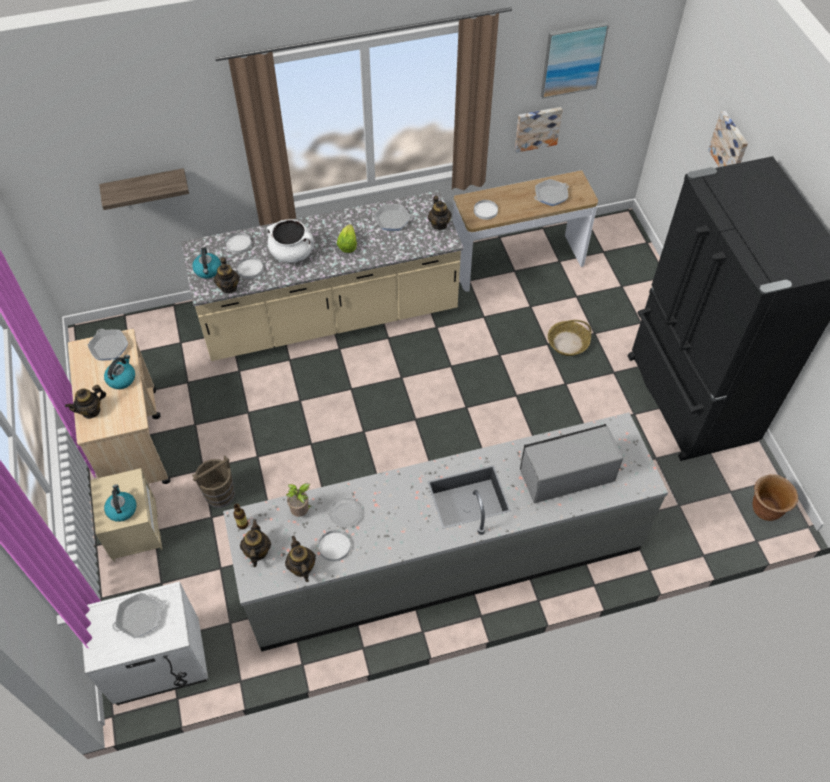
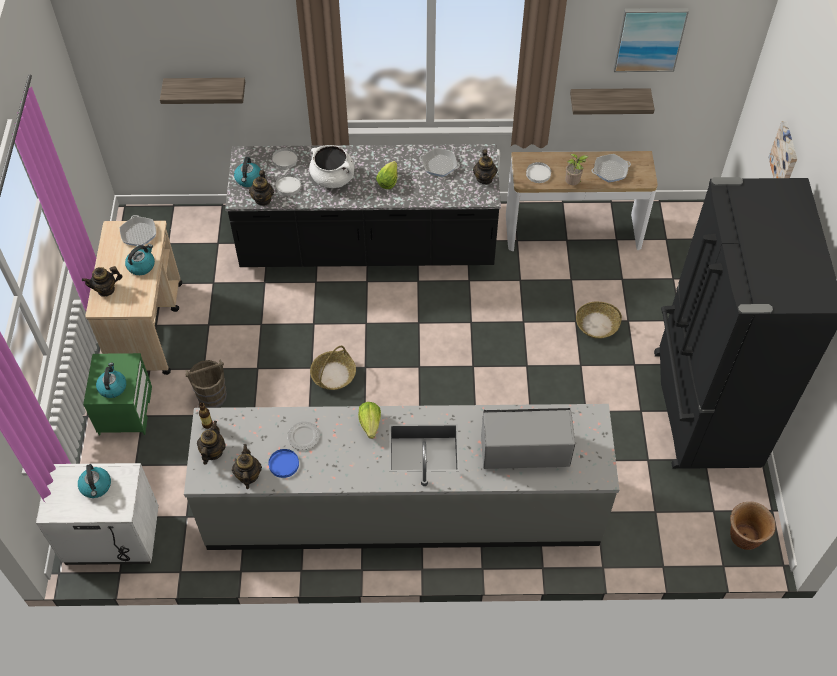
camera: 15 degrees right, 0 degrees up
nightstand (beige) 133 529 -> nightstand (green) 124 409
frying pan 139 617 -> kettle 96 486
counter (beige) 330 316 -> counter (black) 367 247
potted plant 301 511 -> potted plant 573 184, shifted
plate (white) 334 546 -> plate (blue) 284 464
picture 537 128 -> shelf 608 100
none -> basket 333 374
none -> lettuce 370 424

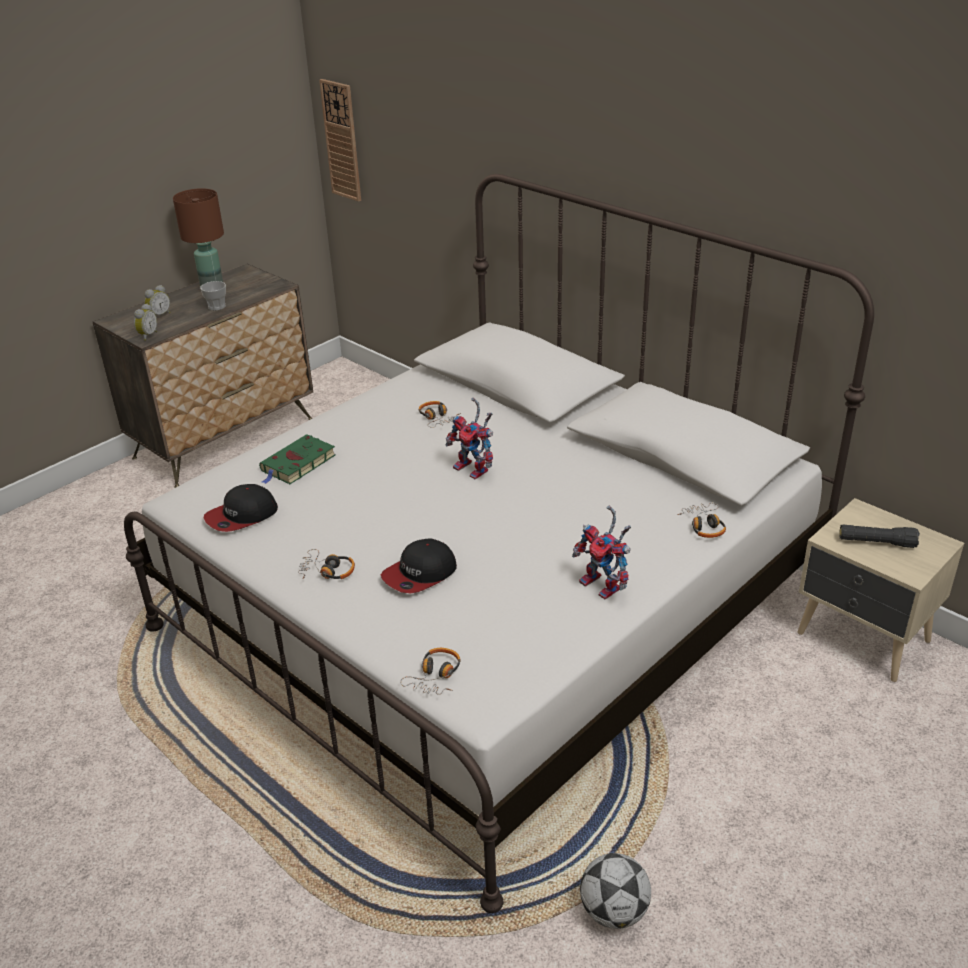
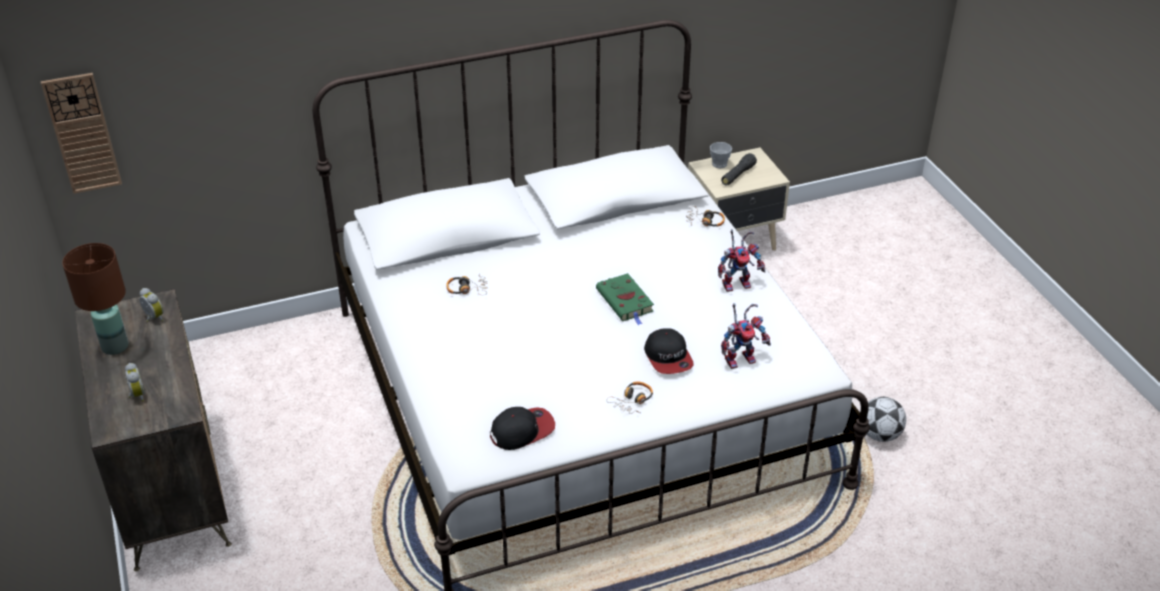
camera: 65 degrees left, 5 degrees up
alarm clock 147 336 -> alarm clock 153 318, shifted
cup 216 306 -> cup 719 164, shifted
cap 241 516 -> cap 522 430, 105 degrees counterclockwise
book (green) 297 464 -> book (green) 626 302, shifted
headphones 435 676 -> none
toy robot 475 469 -> toy robot 741 358, shifted

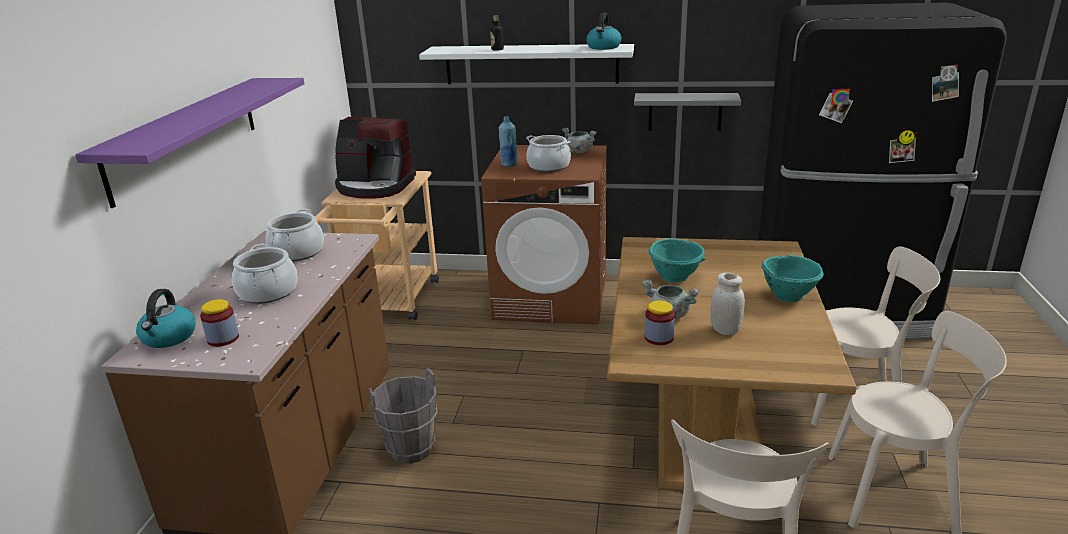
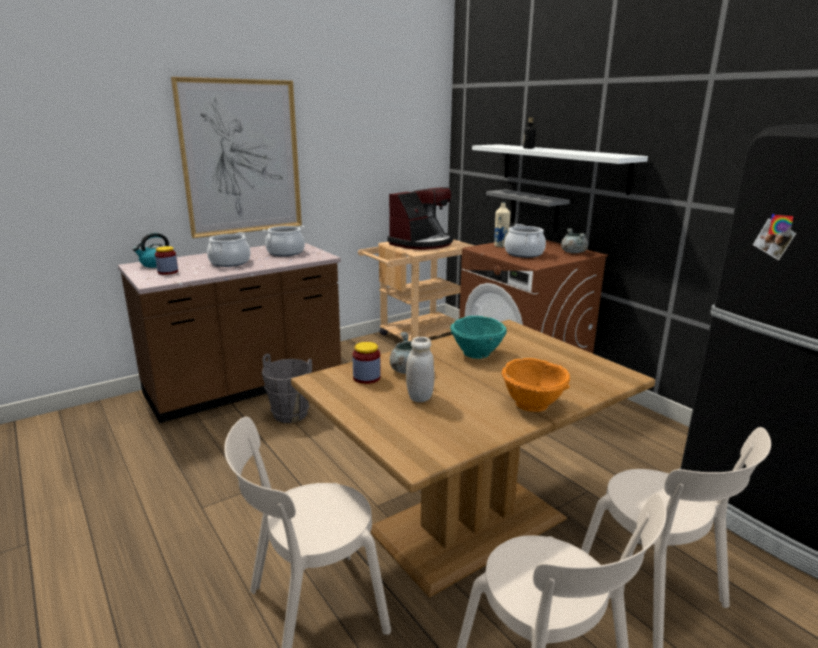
camera: 45 degrees right, 5 degrees down
shelf (purple) 186 136 -> picture 241 158
coffee machine 375 186 -> coffee machine 422 243, 105 degrees counterclockwise
bottle (blue) 509 164 -> bottle (beige) 501 246
kettle 603 47 -> none
shelf (grey) 685 112 -> shelf (grey) 534 210, shifted
bowl (turquoise) 789 295 -> bowl (orange) 533 404

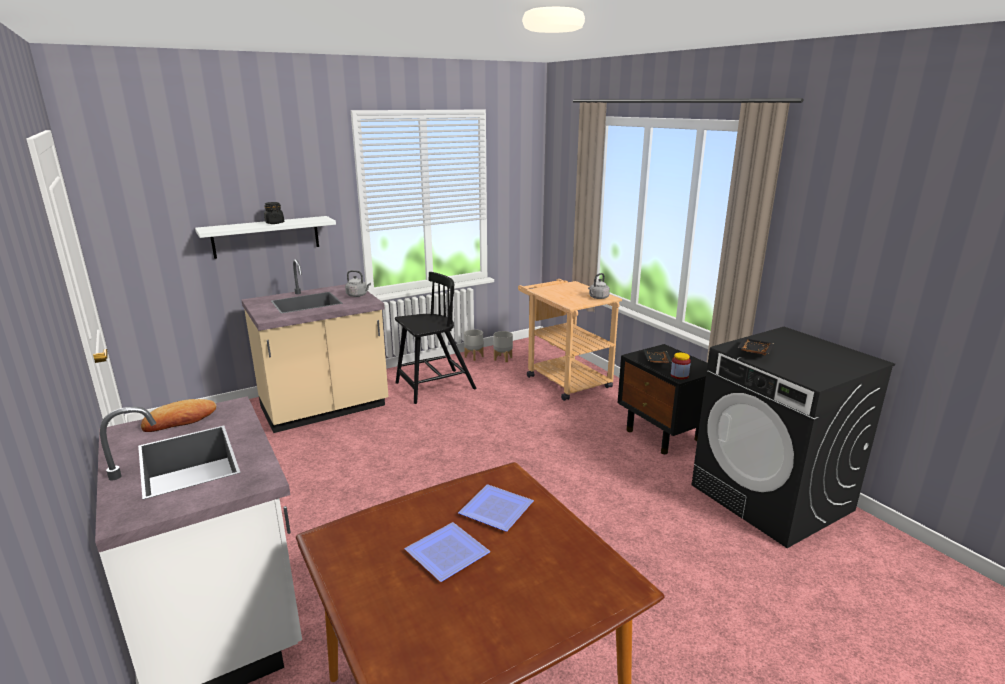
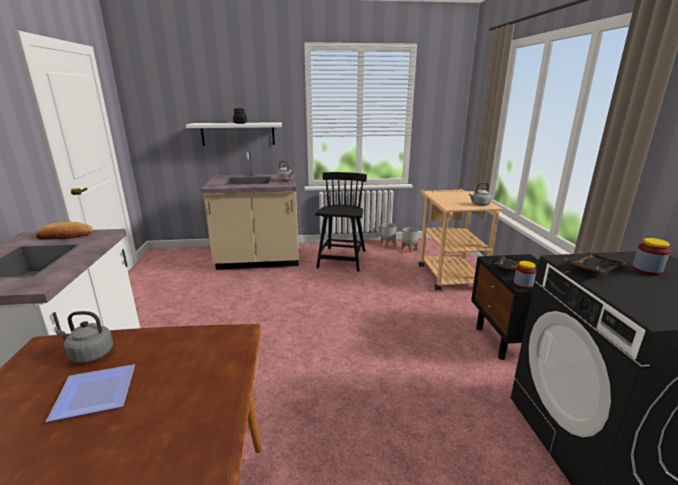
camera: 25 degrees right, 0 degrees up
chair (black) 434 386 -> chair (black) 342 260, 75 degrees counterclockwise
plate 497 512 -> none
none -> kettle (grey) 89 354
none -> jar 646 270

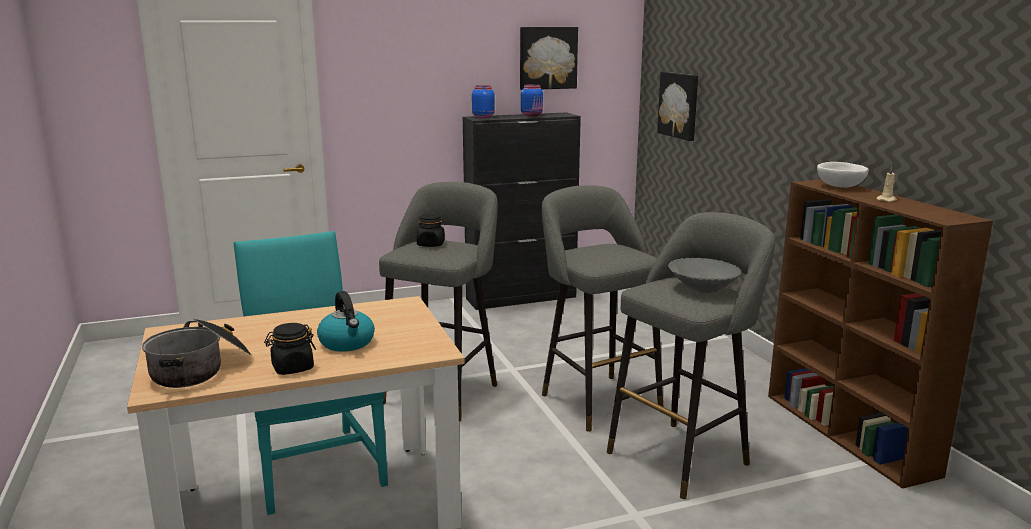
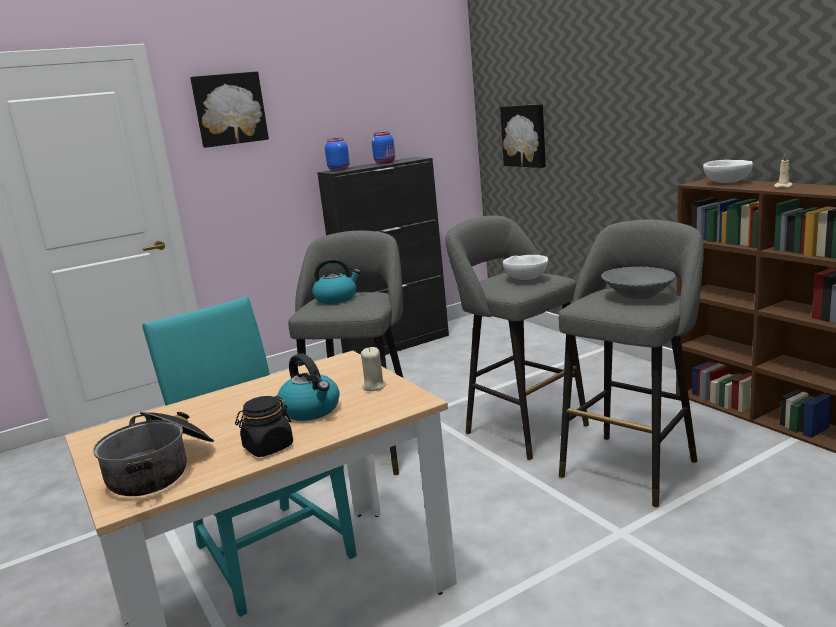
camera: 10 degrees left, 0 degrees up
jar (black) 431 244 -> kettle 336 298
picture 547 58 -> picture 229 109, shifted
none -> candle (beige) 373 386
none -> bowl (white) 526 278

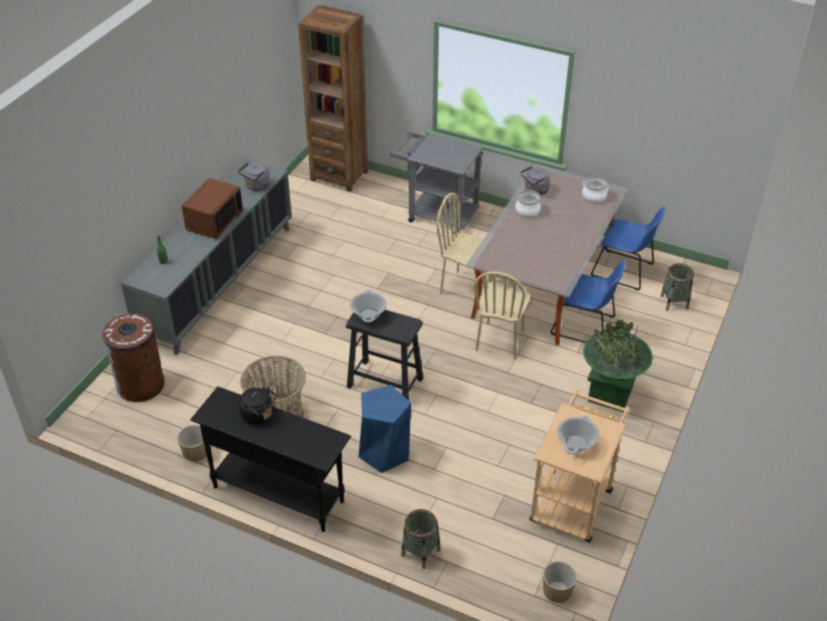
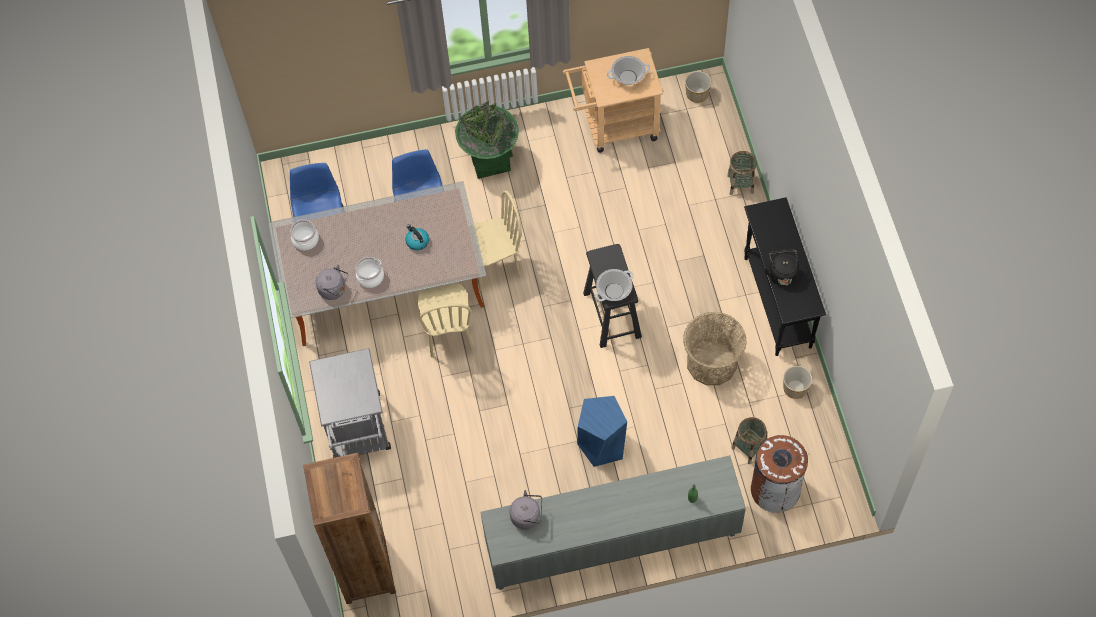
camera: 125 degrees left, 20 degrees up
microwave (brown) 214 221 -> none
stool (blue) 384 452 -> stool (blue) 602 444, shifted
basket 674 302 -> basket 749 447, shifted
none -> kettle 417 241

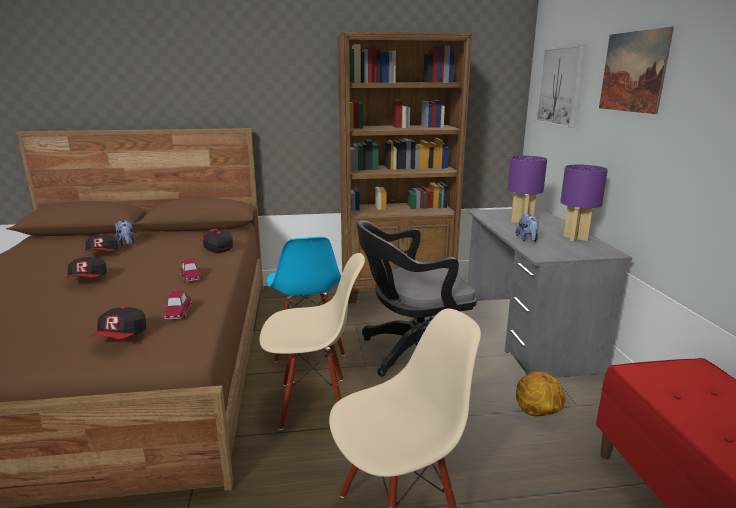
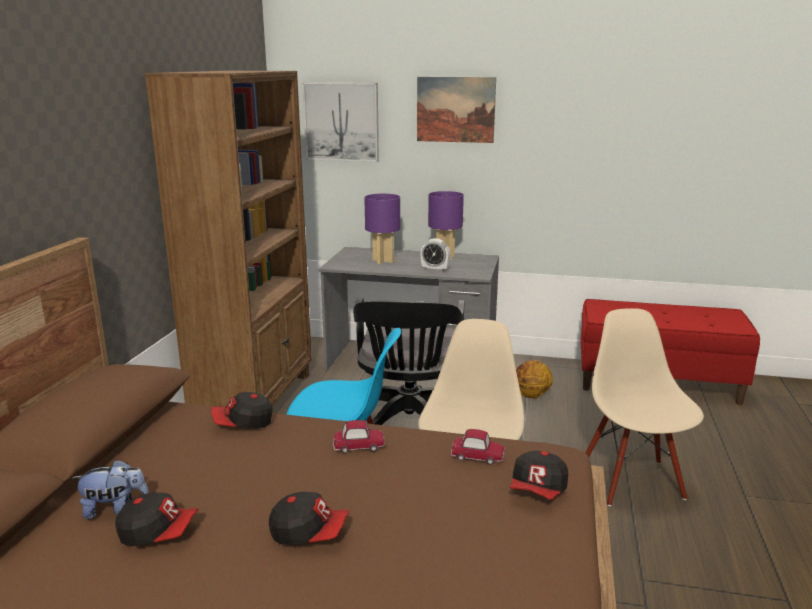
camera: 70 degrees left, 0 degrees up
cap 121 337 -> cap 538 490, 90 degrees clockwise
plush toy 527 240 -> alarm clock 435 270

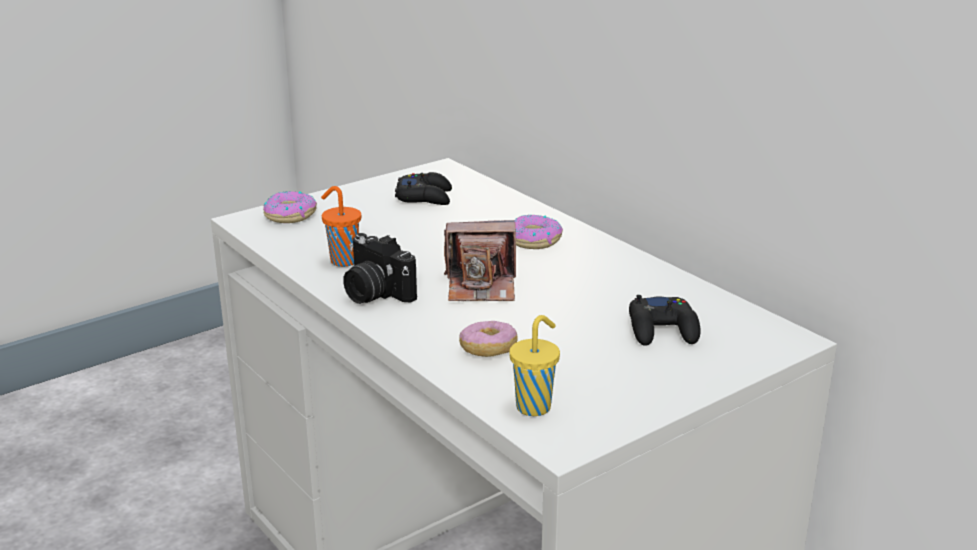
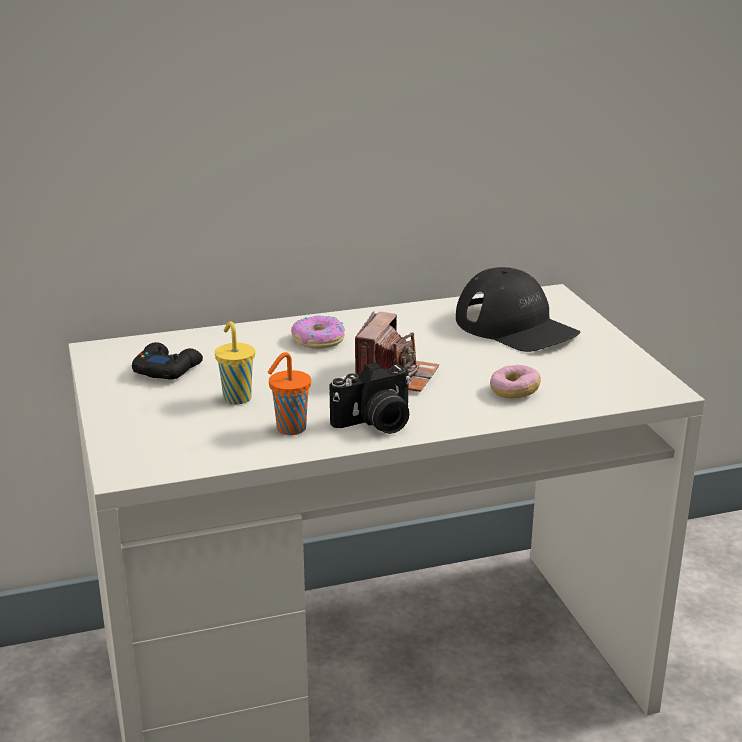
camera: 70 degrees left, 0 degrees up
donut 290 215 -> none
cup (yellow) 535 406 -> cup (yellow) 236 397, shifted
game controller (black) 663 330 -> cap (black) 516 327

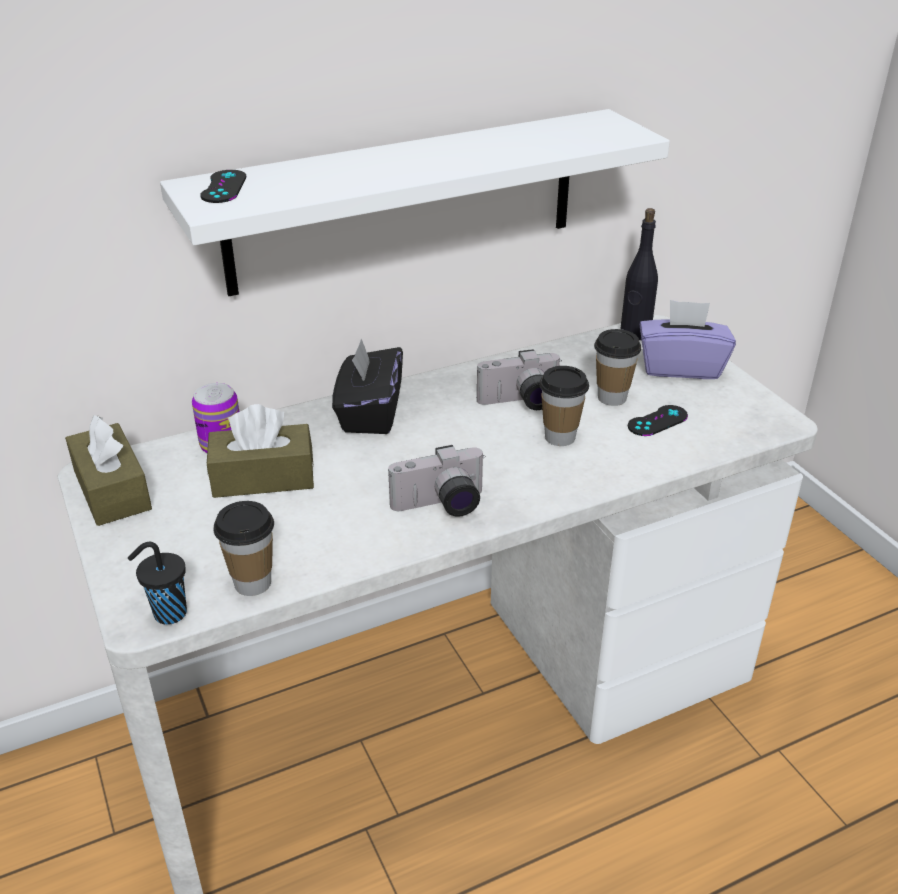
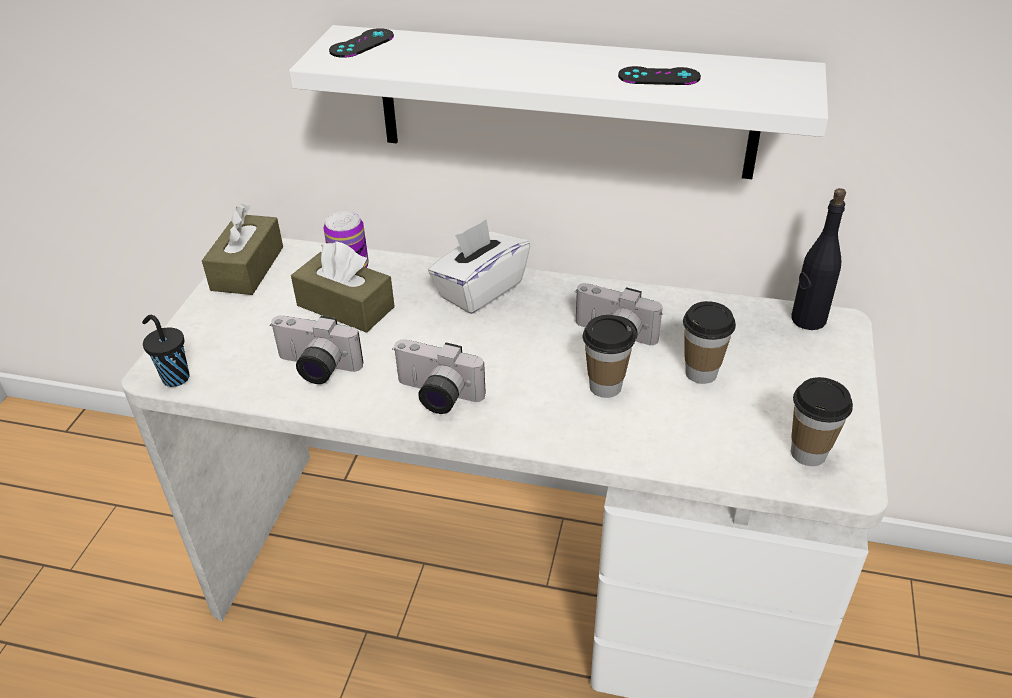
camera: 40 degrees right, 5 degrees up
cup 252 583 -> cup 808 453, shifted
tissue box (black) 370 413 -> tissue box (white) 480 290
game controller (black) 657 421 -> game controller (black) 659 76, shifted
tissue box (purple) 680 367 -> none
none -> photo camera 315 368

